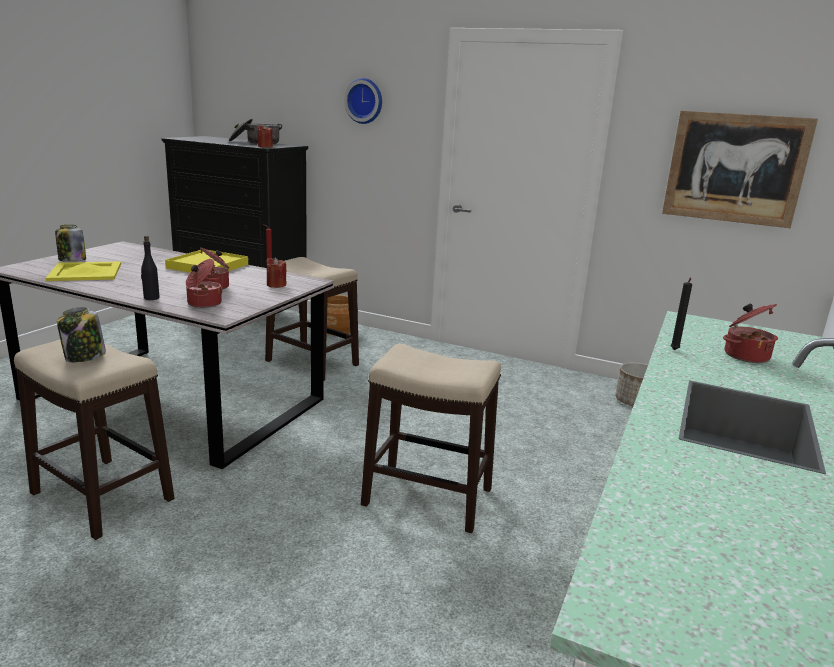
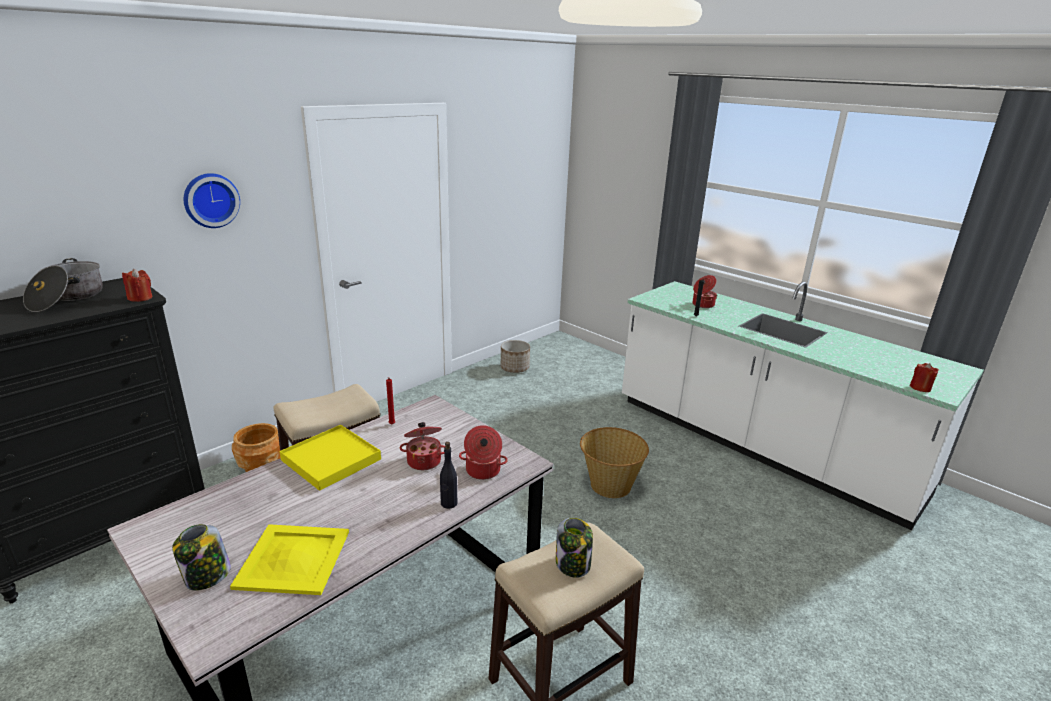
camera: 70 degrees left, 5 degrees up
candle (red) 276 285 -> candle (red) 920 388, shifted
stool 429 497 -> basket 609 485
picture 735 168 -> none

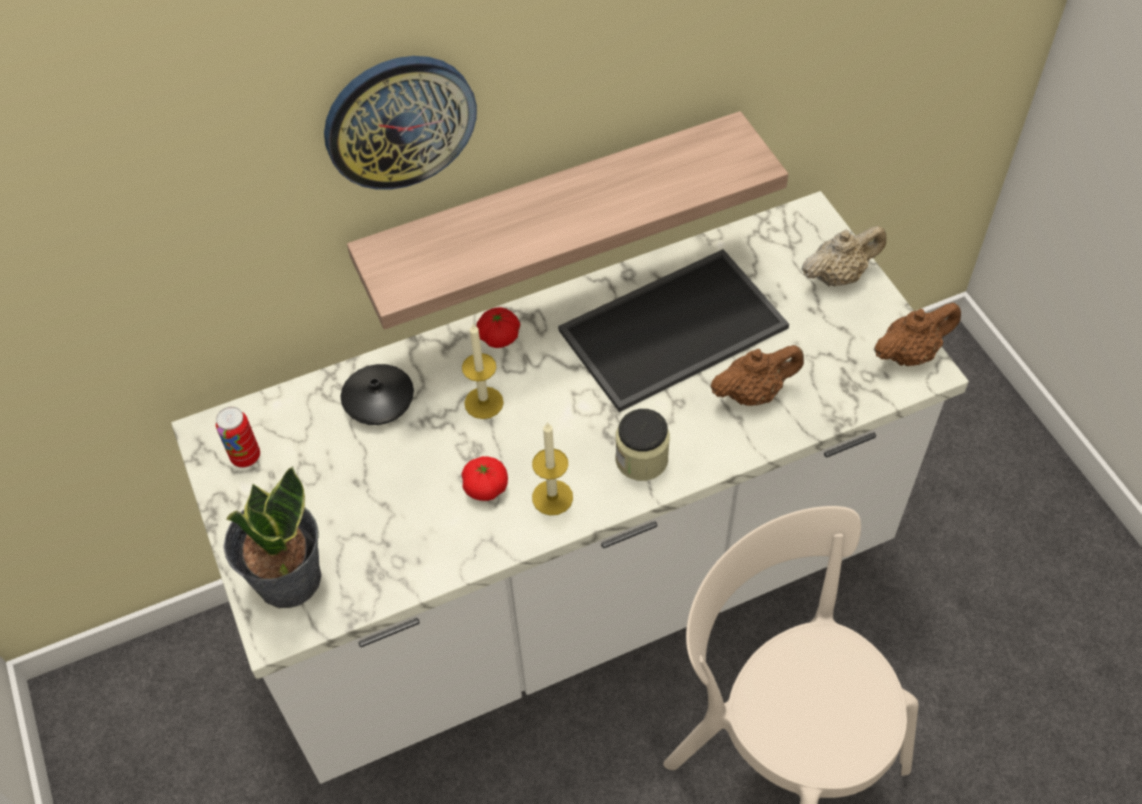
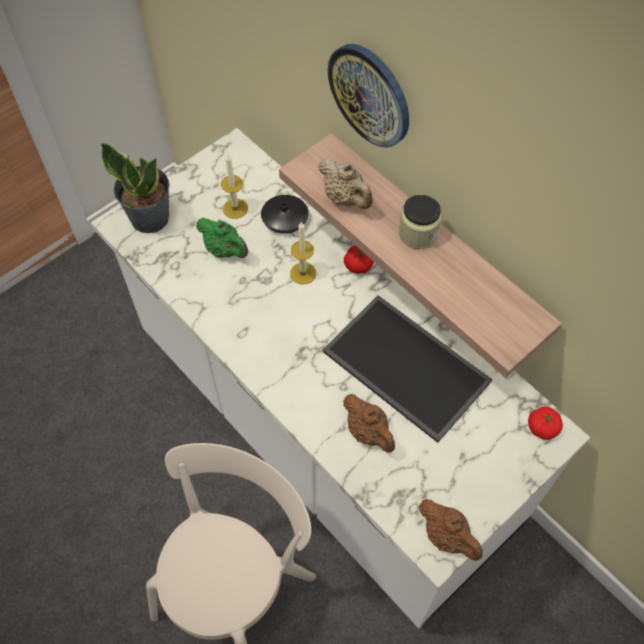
camera: 70 degrees right, 5 degrees up
can 246 457 -> none
tomato 485 487 -> tomato 542 427, shifted
candle 552 497 -> candle 235 208, shifted
jar 641 459 -> jar 418 234, shifted
teapot (beige) 838 276 -> teapot (beige) 345 198, shifted
none -> teapot (green) 225 250

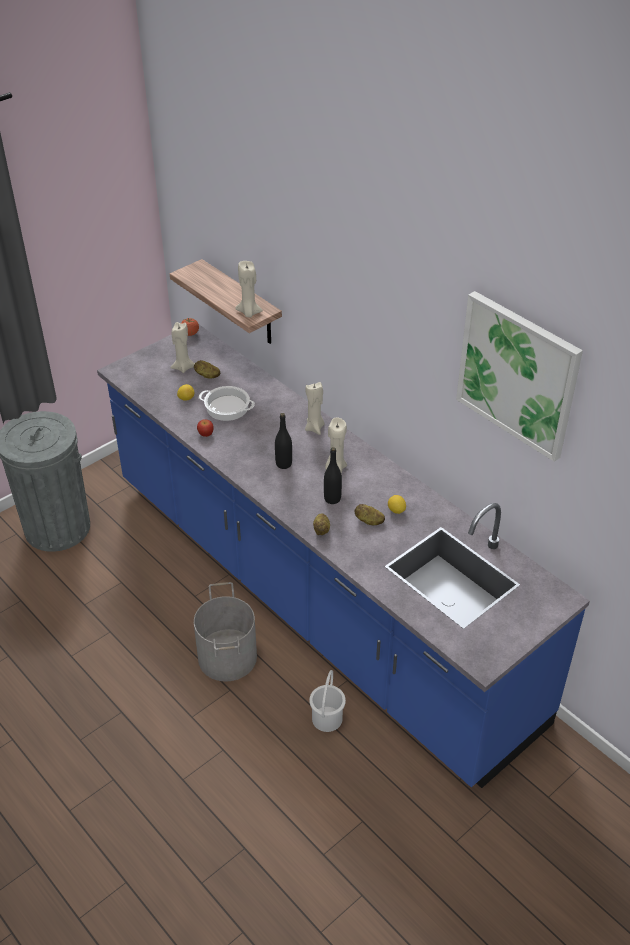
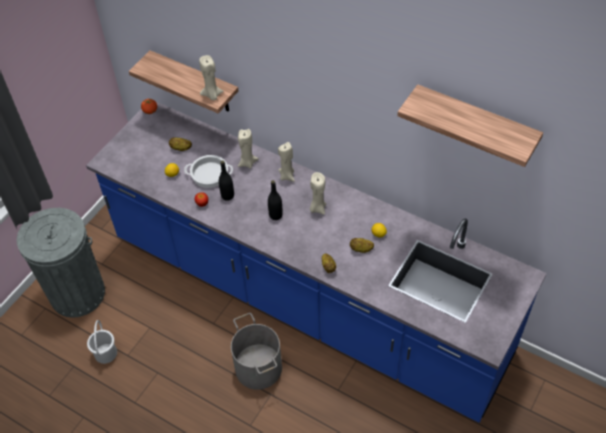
camera: 15 degrees left, 10 degrees up
candle (beige) 183 367 -> candle (beige) 247 163, shifted
bucket (white) 326 719 -> bucket (white) 105 353, shifted
bottle (black) 332 499 -> bottle (black) 227 196, shifted
picture 518 374 -> shelf 475 125

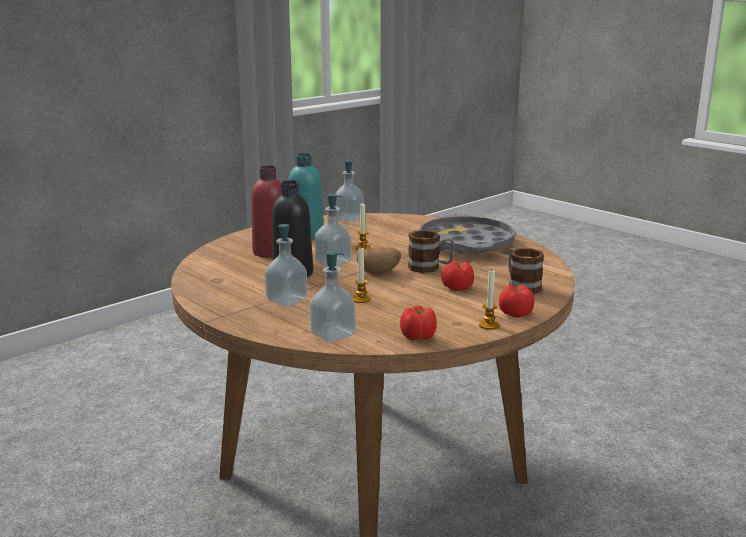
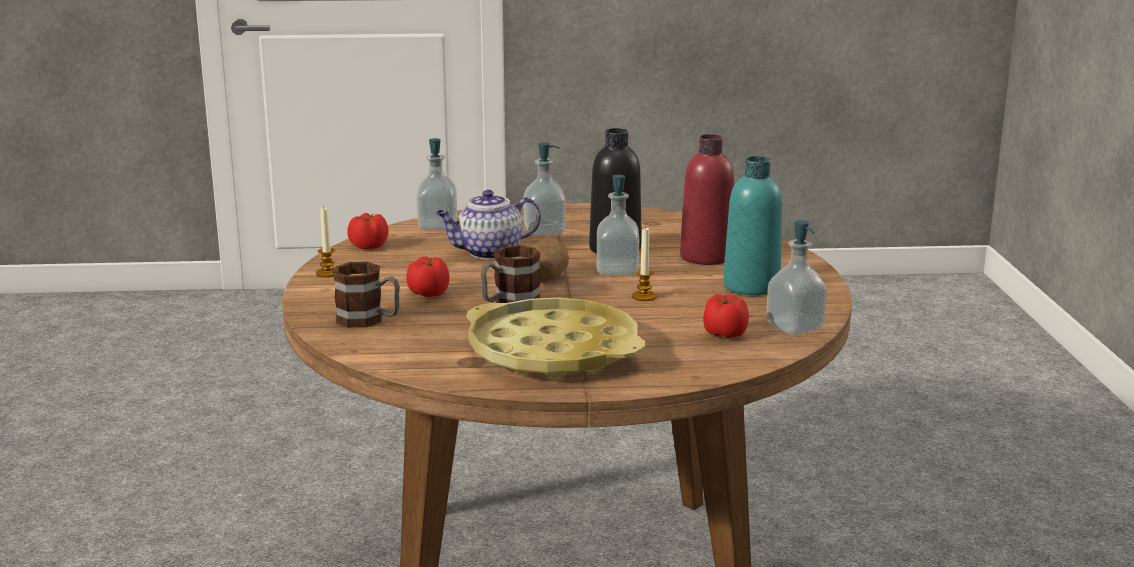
camera: 130 degrees right, 0 degrees up
candle 361 299 -> teapot 488 253
tray (grey) 466 243 -> tray (yellow) 553 351
tomato 515 314 -> tomato 725 333, shifted

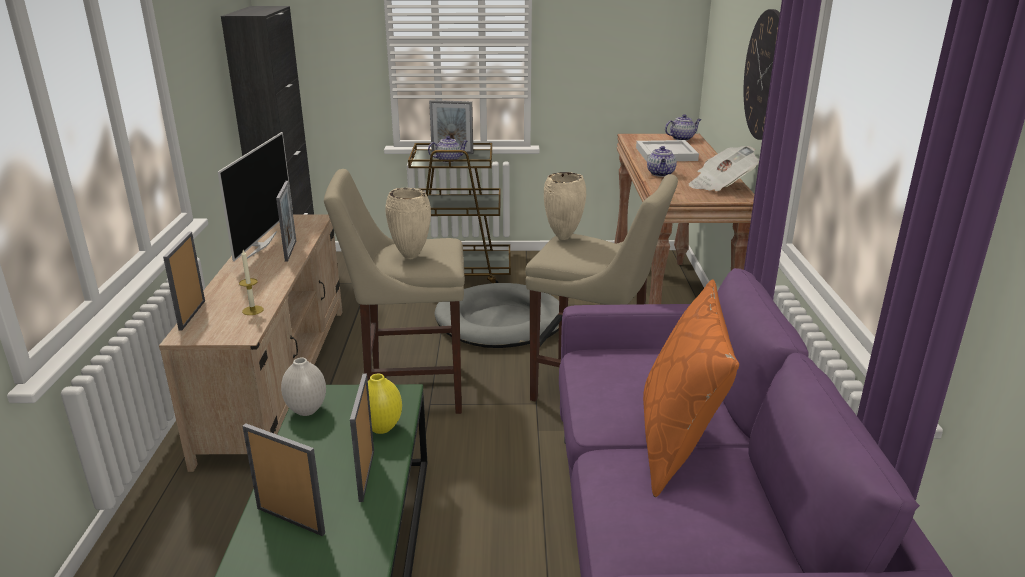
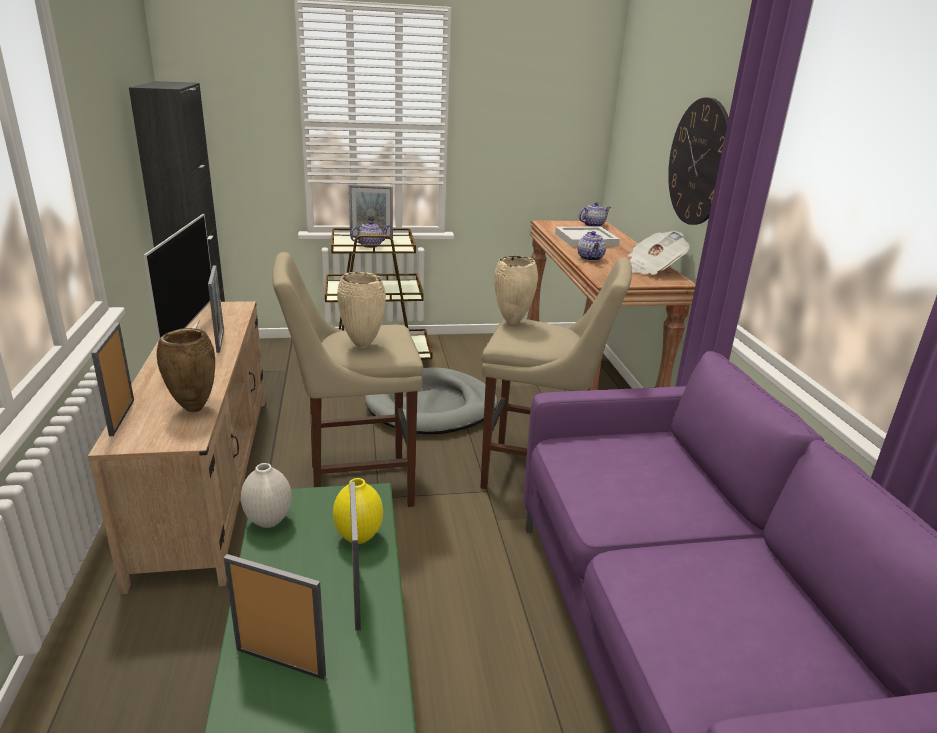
camera: 10 degrees left, 0 degrees up
candle 252 310 -> vase (brown) 193 409
pillow (orange) 678 444 -> none

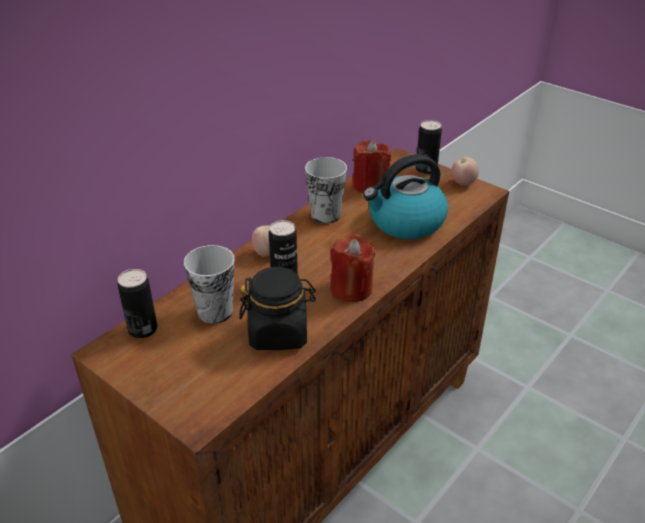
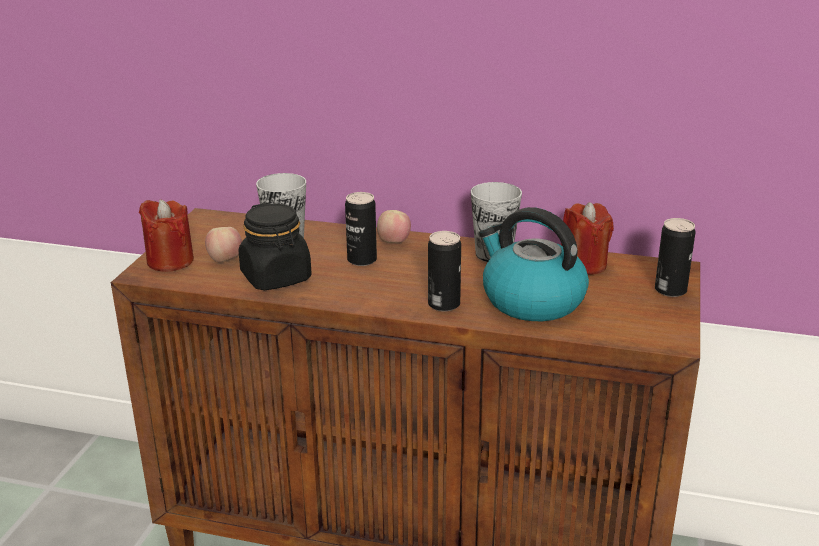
camera: 65 degrees right, 10 degrees down
can 143 329 -> can 444 304, shifted
candle (red) 351 288 -> candle (red) 170 261, shifted
apple 463 183 -> apple 225 260, shifted

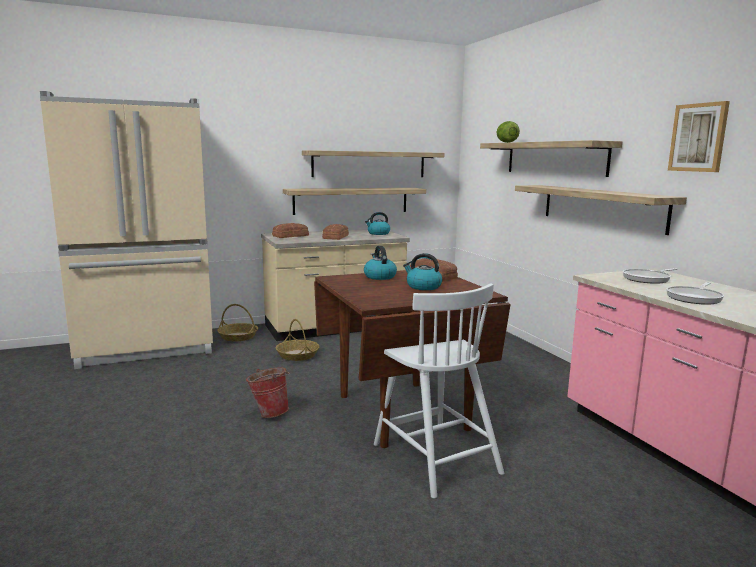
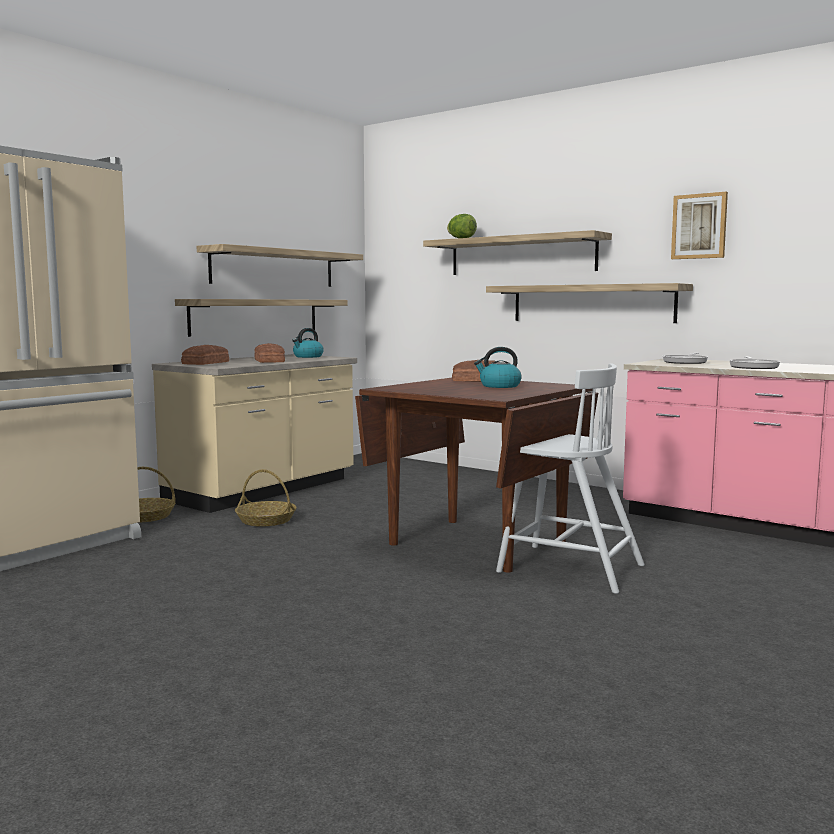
camera: 30 degrees left, 5 degrees down
bucket 269 413 -> none
kettle 379 276 -> none

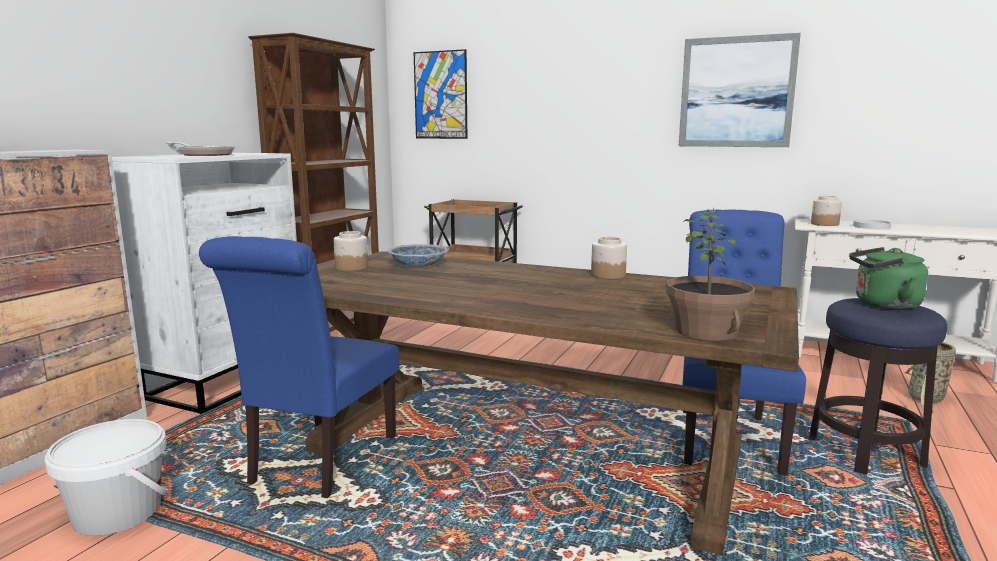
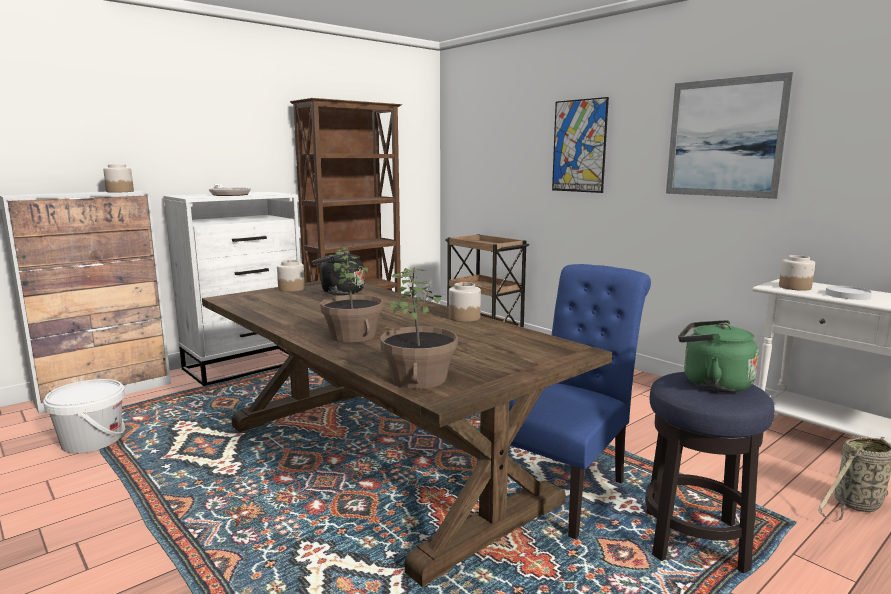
camera: 25 degrees right, 0 degrees up
chair (blue) 318 464 -> none
bowl 418 265 -> kettle (black) 339 292
picture 440 95 -> picture 579 146, shifted
none -> jar 120 191
none -> potted plant 353 336

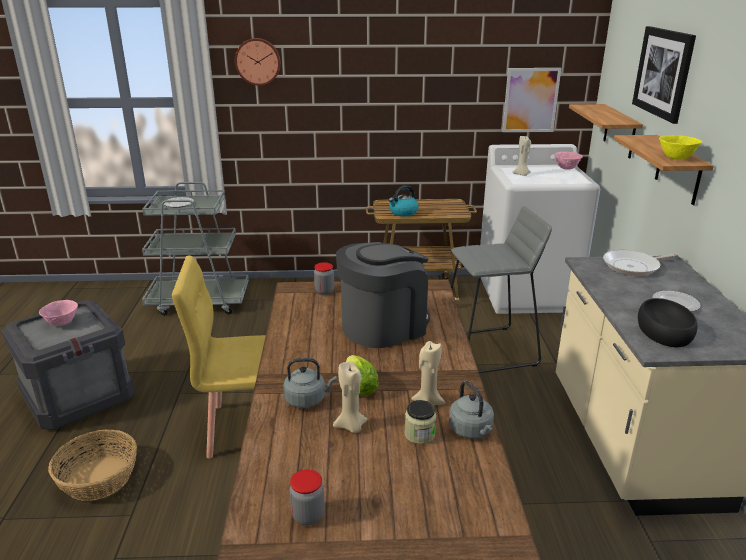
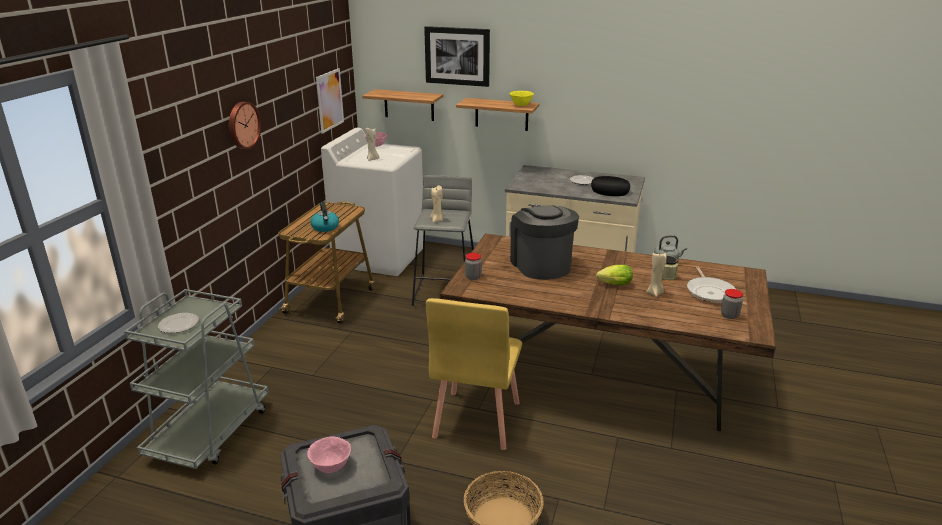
camera: 70 degrees left, 0 degrees up
wall clock 258 61 -> wall clock 242 125, shifted
kettle (grey) 307 399 -> none
candle (beige) 428 402 -> candle (beige) 437 220, shifted
frying pan 633 266 -> frying pan 709 292, shifted

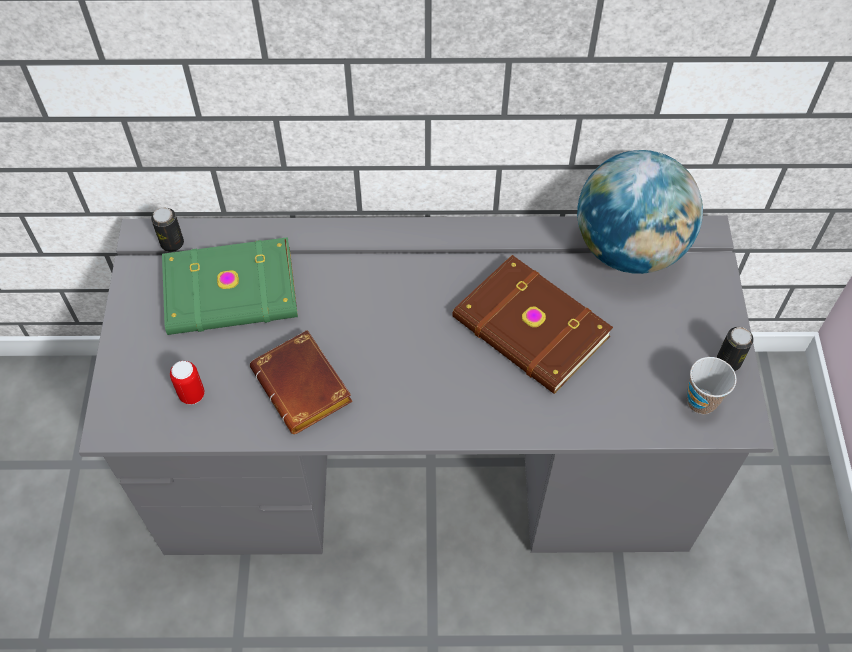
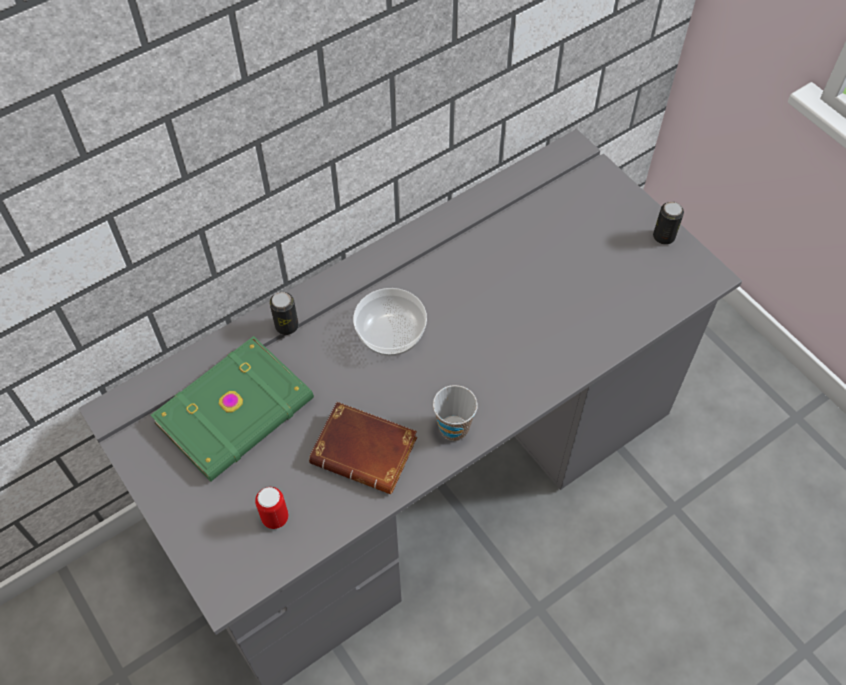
camera: 35 degrees left, 0 degrees up
can 172 243 -> can 287 326, shifted
book (brown) 530 330 -> none
globe 629 249 -> none
cup 701 401 -> cup 453 428, shifted
none -> bowl 392 334

